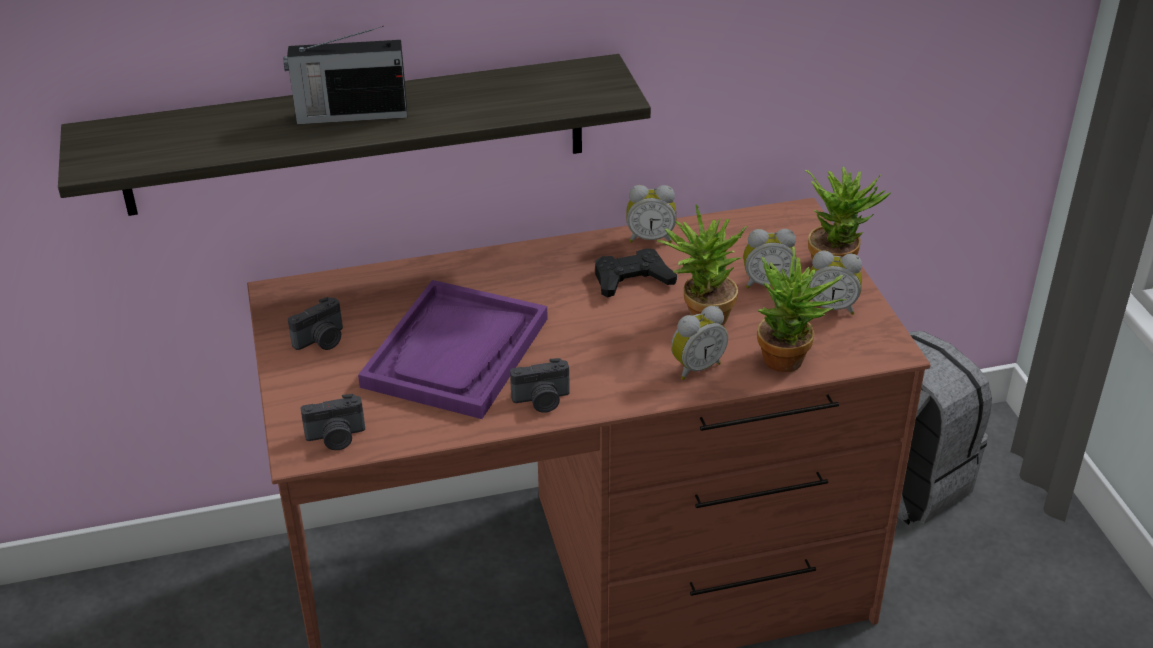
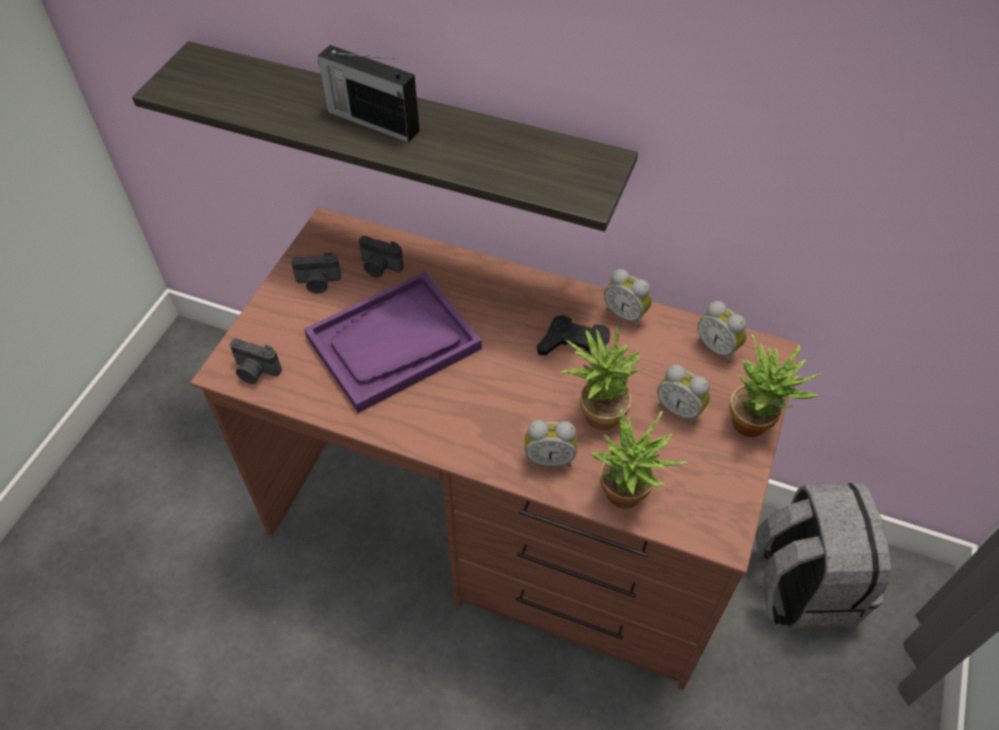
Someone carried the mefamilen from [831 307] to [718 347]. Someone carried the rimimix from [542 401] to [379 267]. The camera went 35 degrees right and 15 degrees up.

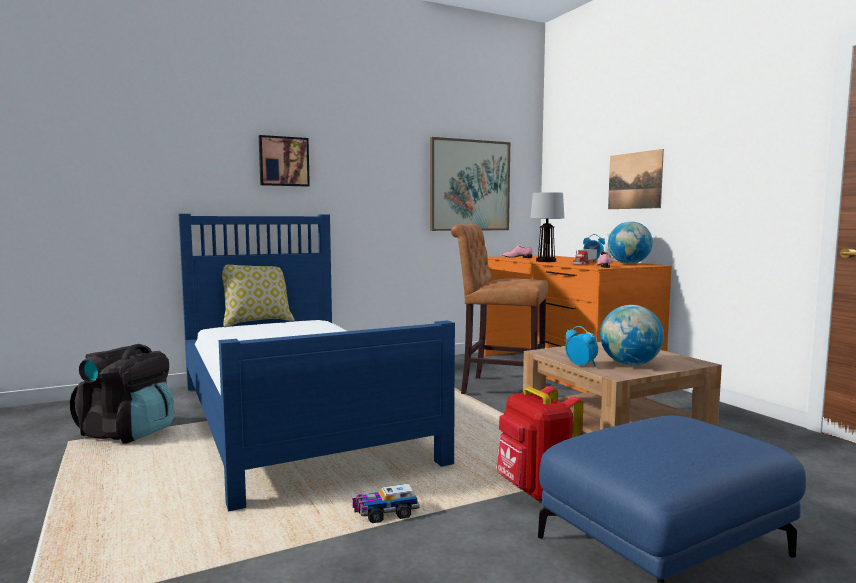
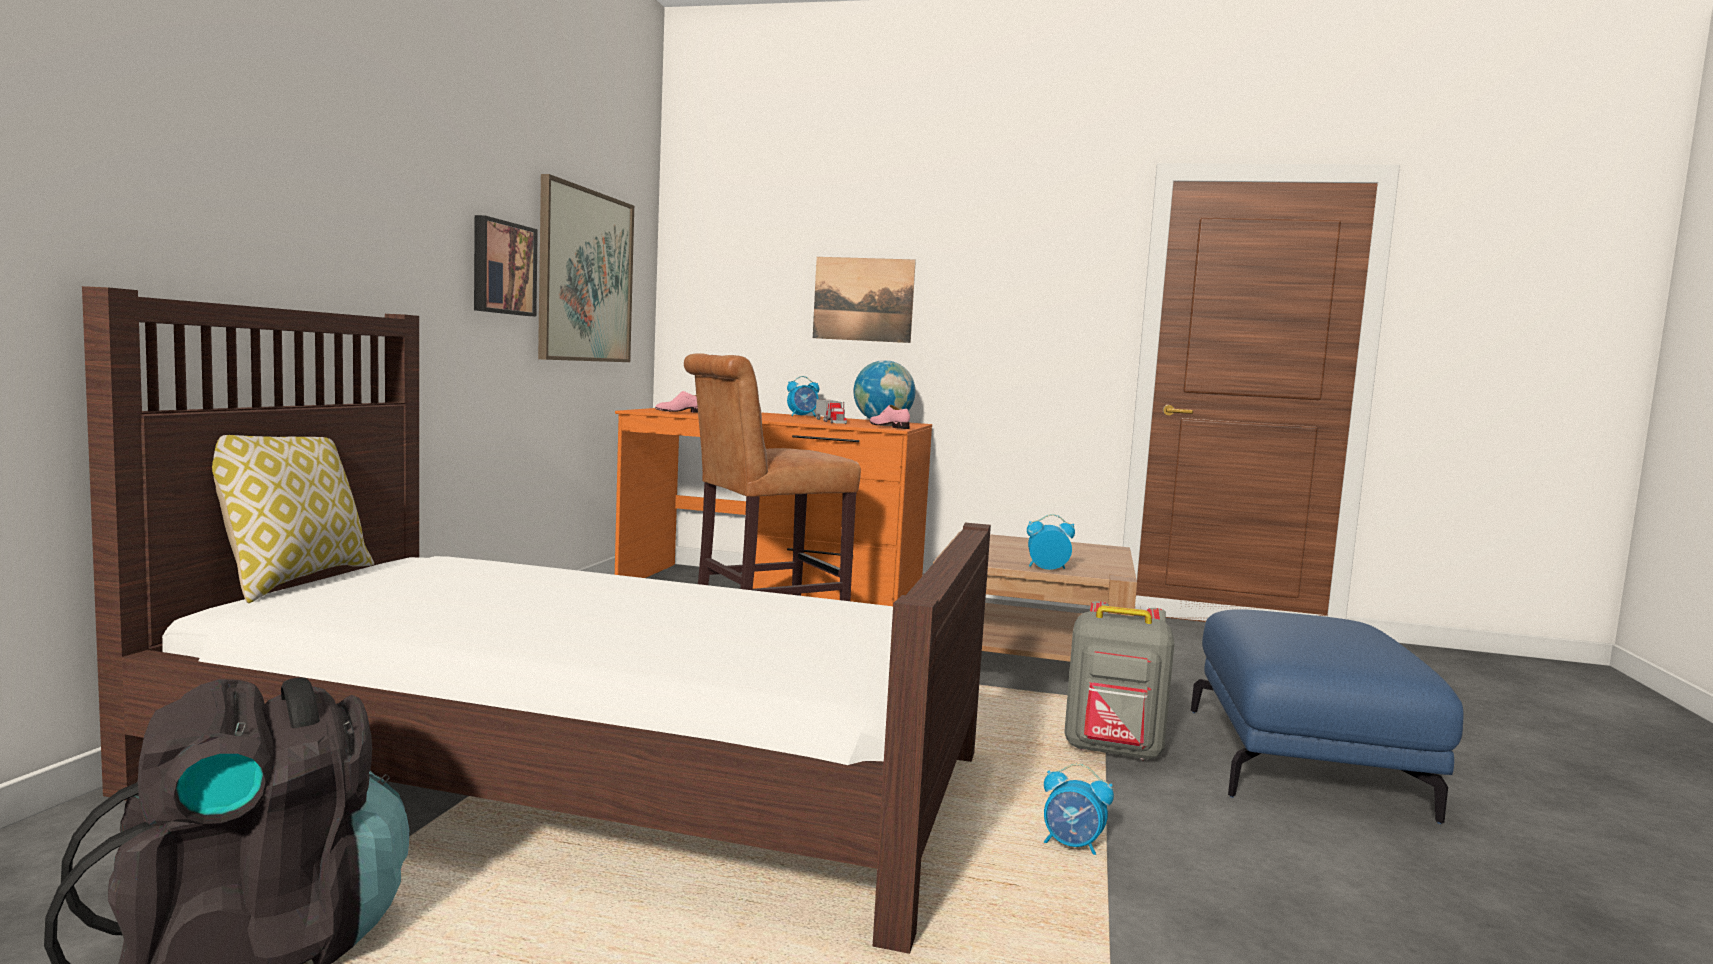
Someone carried the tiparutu from [283 161] to [502 268]. Someone took away the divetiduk at [546 261]. Someone repainted the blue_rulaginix at [295 418], which became the brown_rulaginix at [580 772]. Someone took away the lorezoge at [630 364]. Someone repainted the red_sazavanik at [535 491], which became the grey_sazavanik at [1113 751]. Someone swapped the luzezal at [385 514] for the mefamilen at [1072 846]. The camera went 50 degrees left and 0 degrees up.

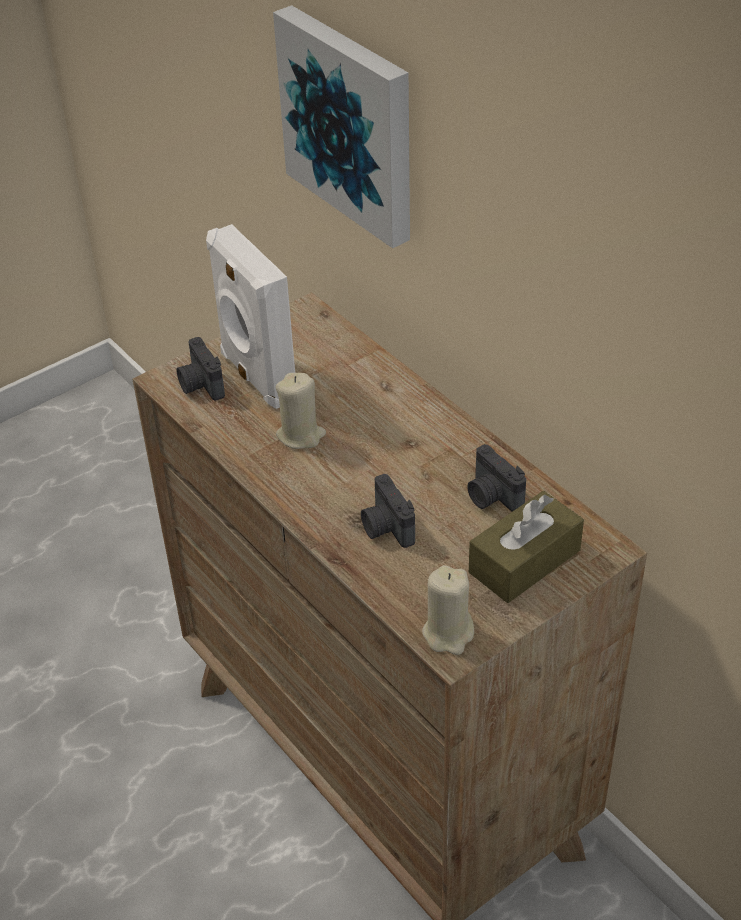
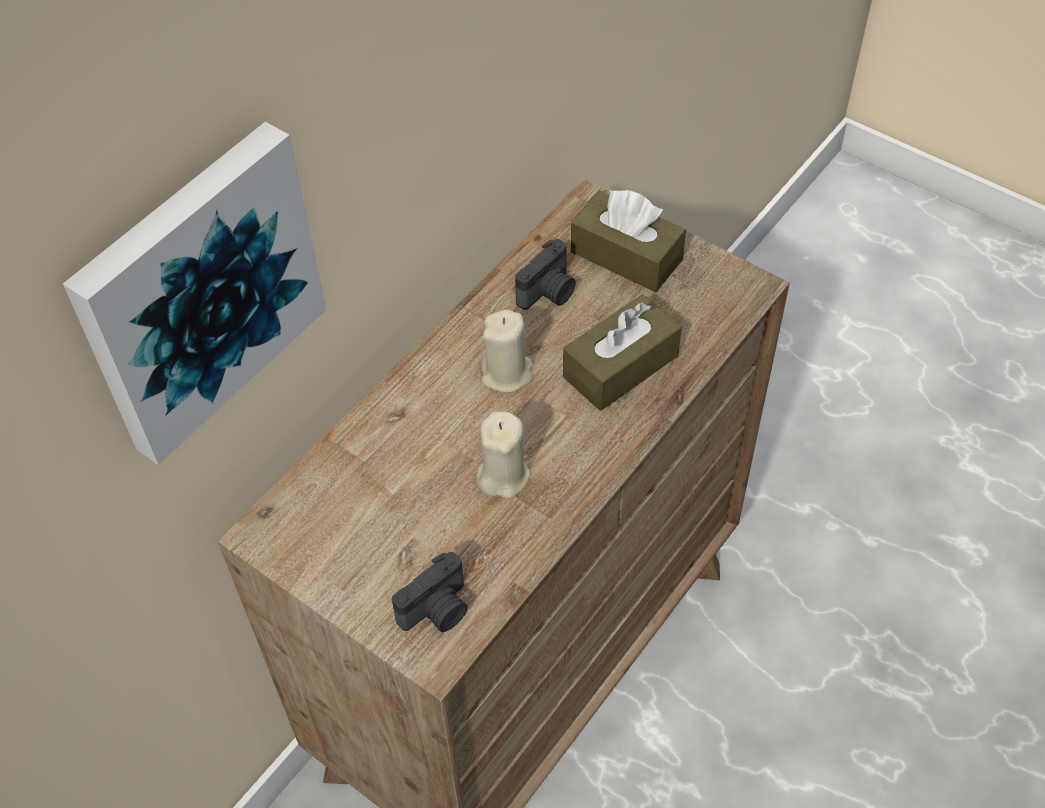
Someone took away the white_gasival at [256 377]. Someone swapped the rimimix at [385 528] for the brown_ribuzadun at [620 366]. Someone carried the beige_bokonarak from [448 633] to [507 373]. The camera went 105 degrees left and 10 degrees up.

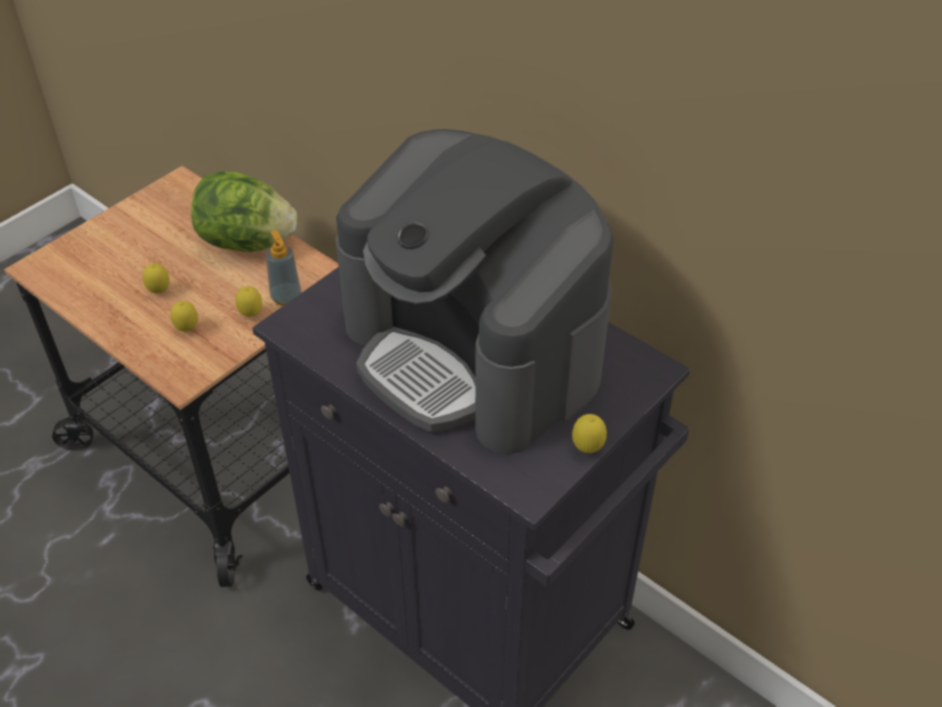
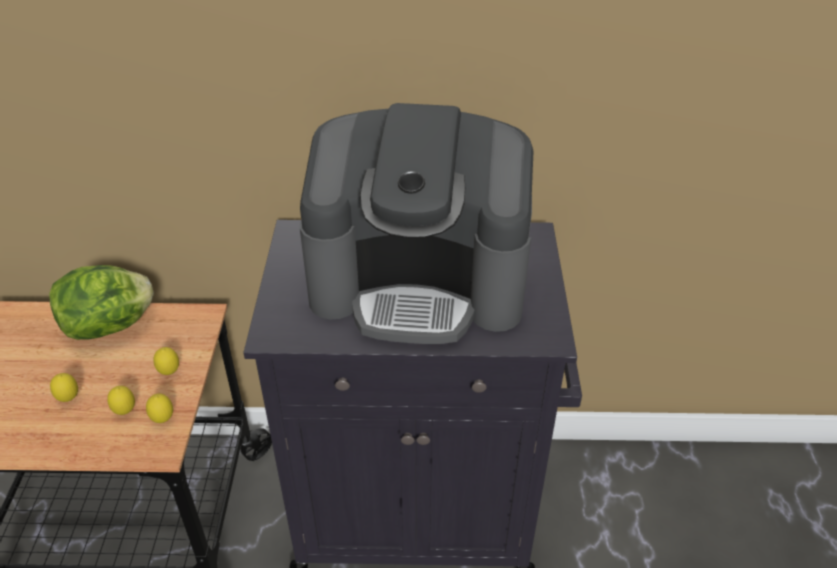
Someone took away the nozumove at [286 297]. Someone carried the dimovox from [587 449] to [163 420]. The camera went 40 degrees left and 5 degrees down.

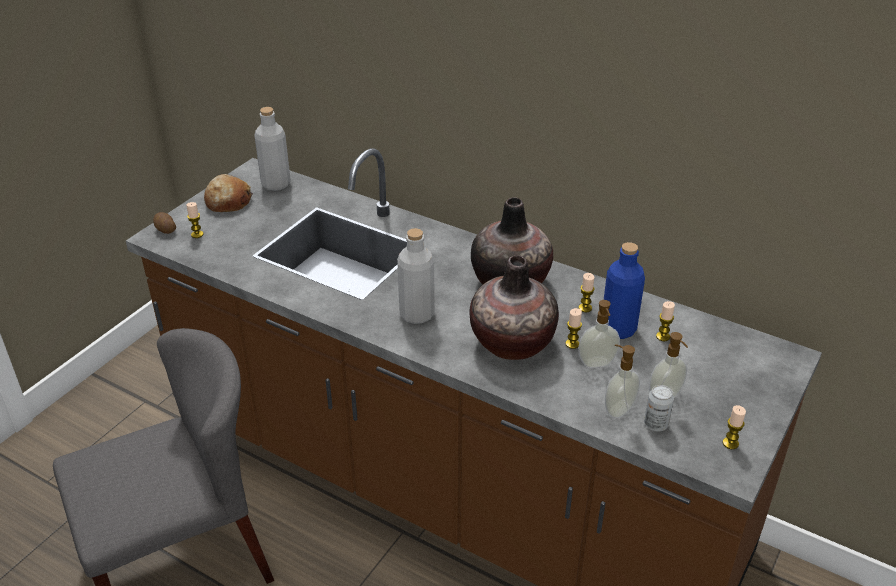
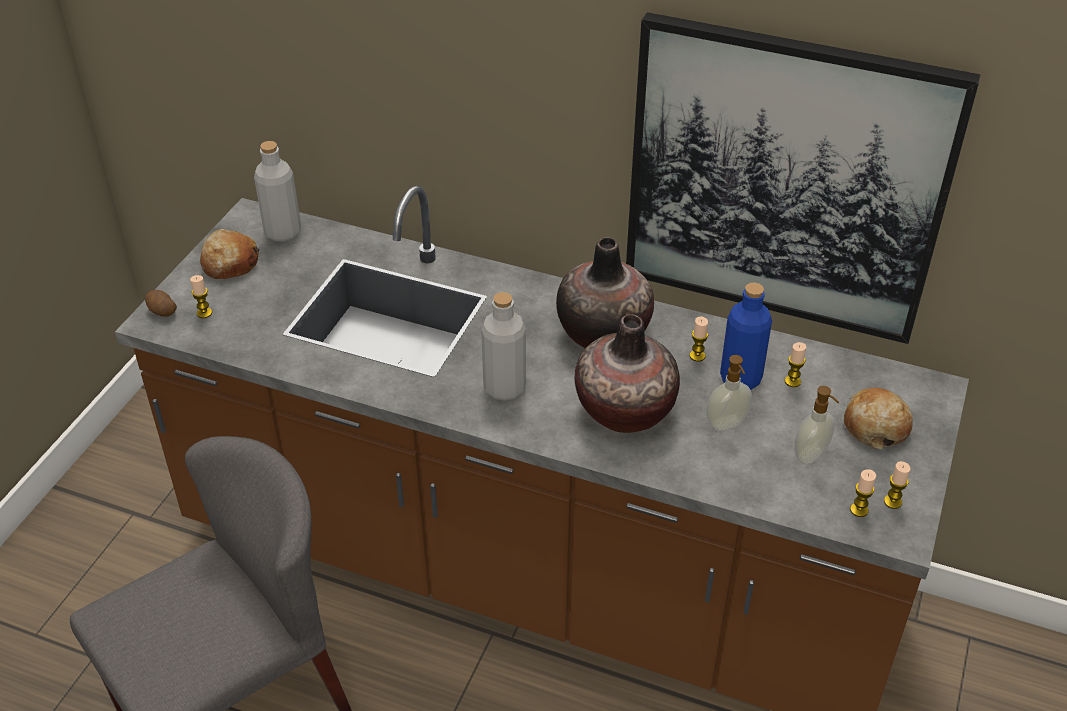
Someone carried the bokonarak from [572 344] to [859 510]. Someone took away the nozumove at [618 409]. Someone took away the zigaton at [656 424]. Someone put up the tiparutu at [785 181]. Someone put down the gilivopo at [875 426]. The camera went 10 degrees left and 5 degrees up.

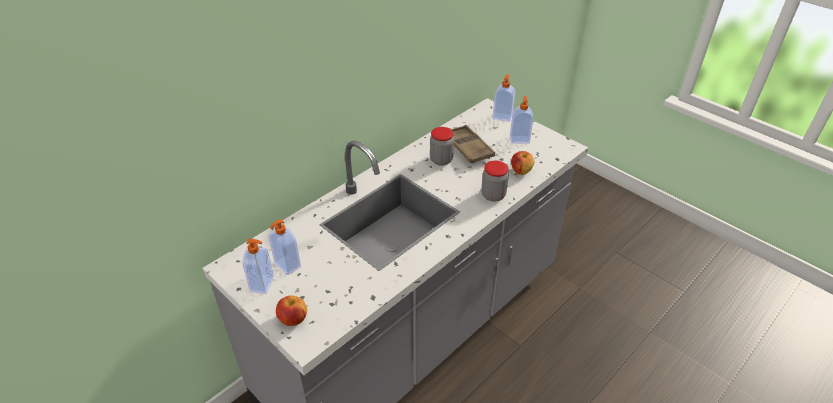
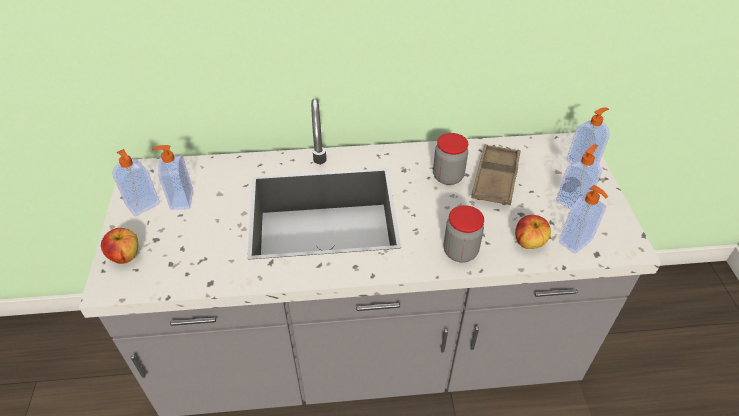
Someone put down the nozumove at [576 242]. The camera went 40 degrees right and 5 degrees up.

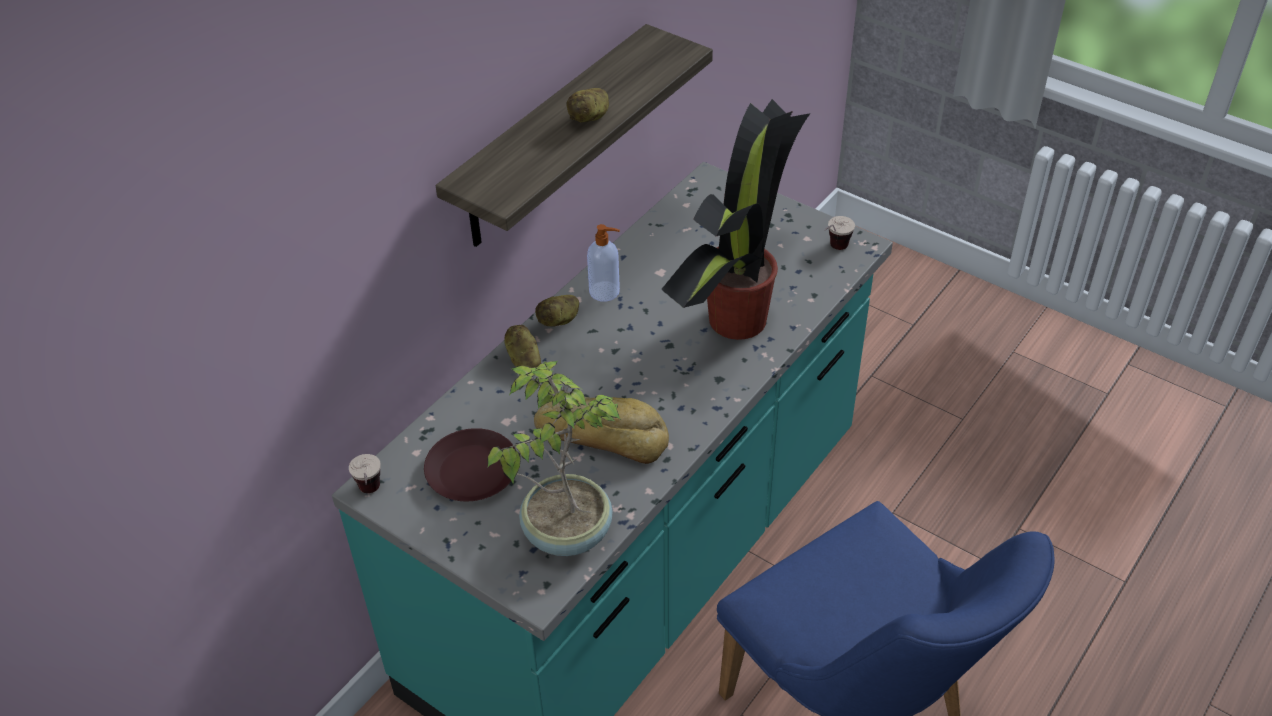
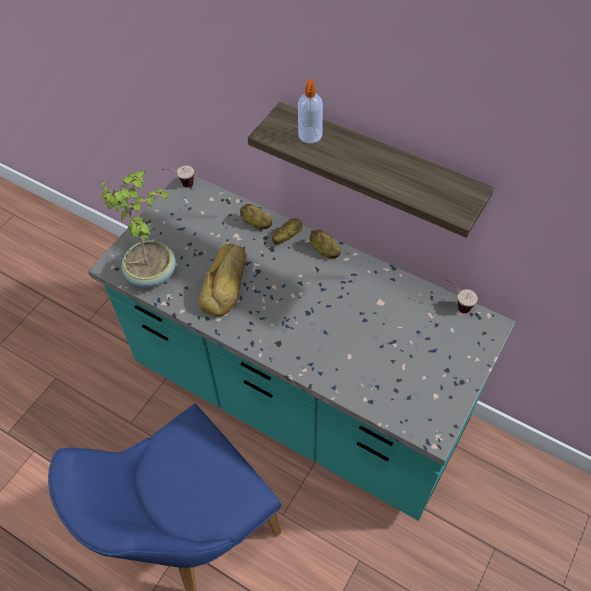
Someone carried the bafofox from [590 117] to [256 223]. Someone took away the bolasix at [736 321]. Someone carried the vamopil from [833 250] to [456 304]. Someone carried the nozumove from [605 291] to [310 136]. Someone took away the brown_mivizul at [471 472]. The camera went 85 degrees right and 10 degrees up.

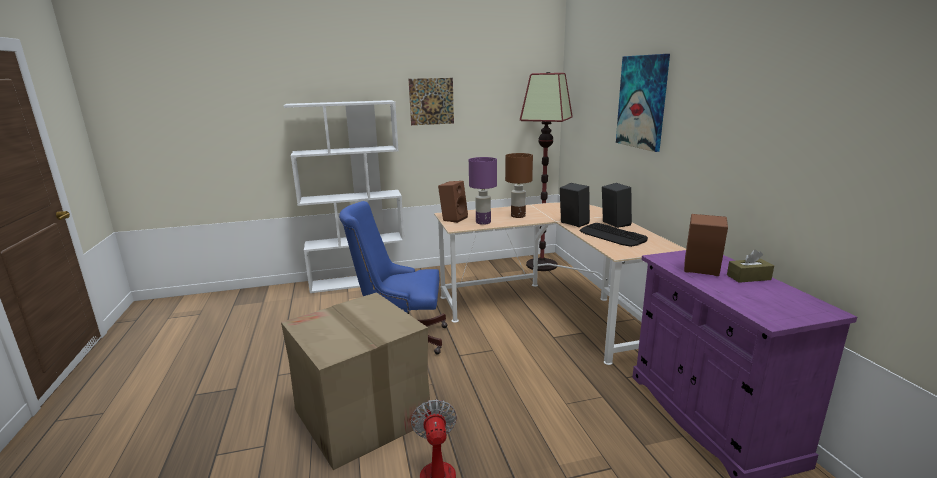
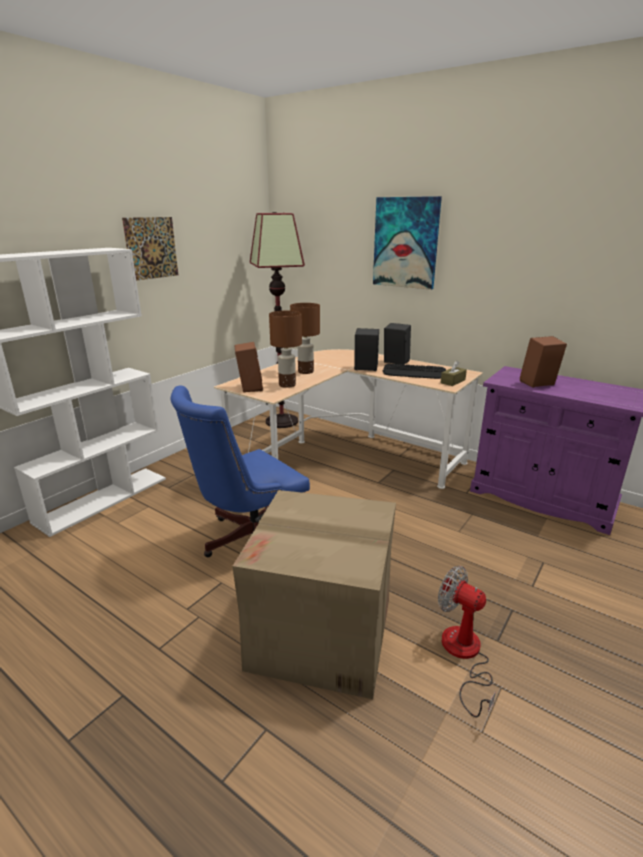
Someone repainted the purple_divetiduk at [482 222], which became the brown_divetiduk at [286 385]. Someone carried the brown_ribuzadun from [748 277] to [453 381]. The camera went 40 degrees left and 5 degrees up.

